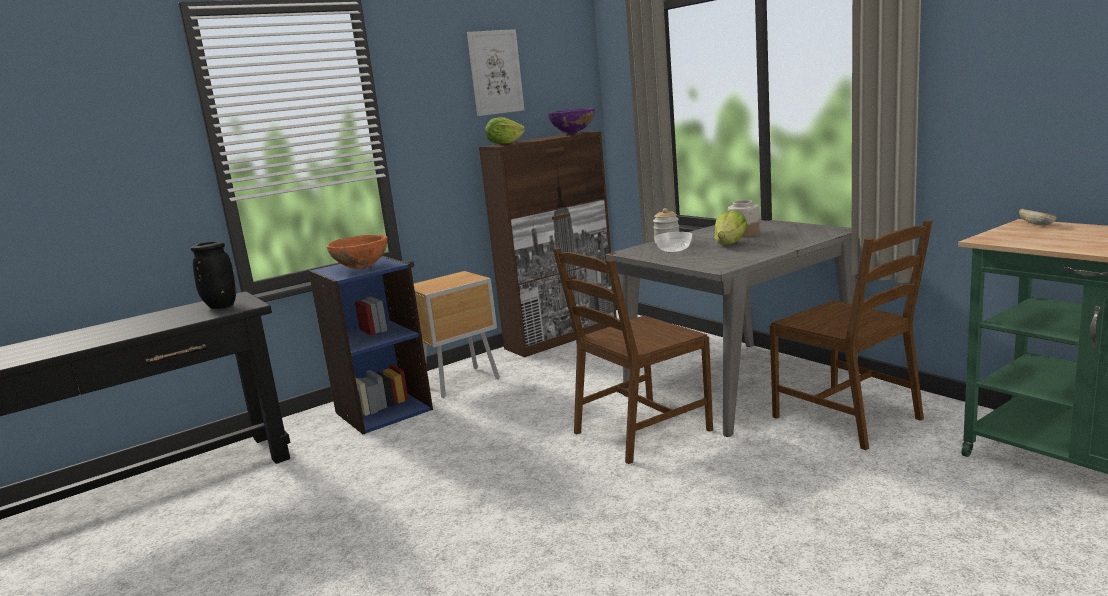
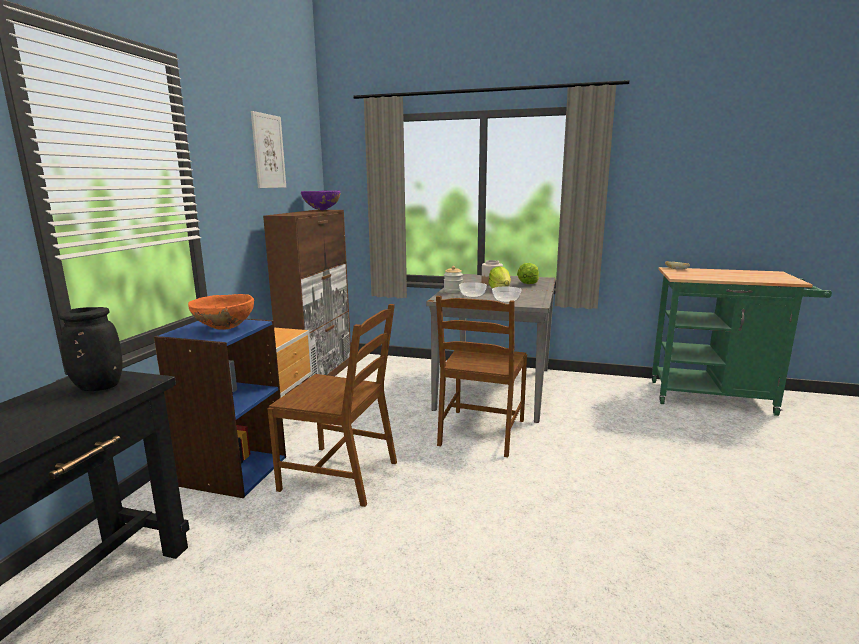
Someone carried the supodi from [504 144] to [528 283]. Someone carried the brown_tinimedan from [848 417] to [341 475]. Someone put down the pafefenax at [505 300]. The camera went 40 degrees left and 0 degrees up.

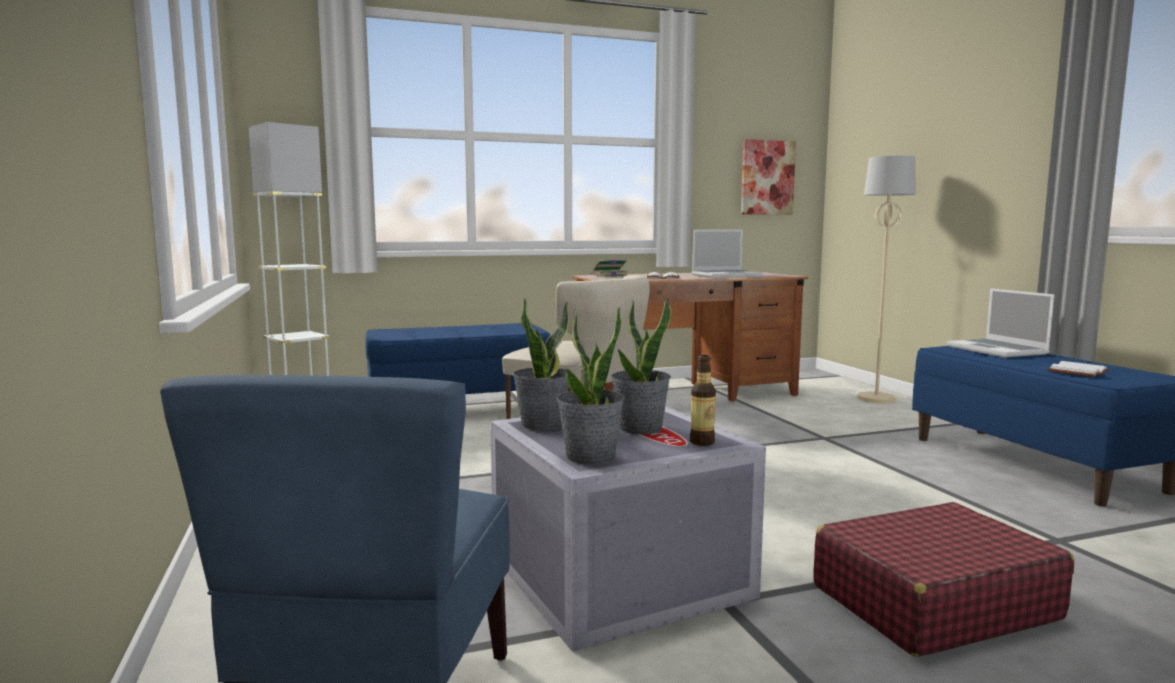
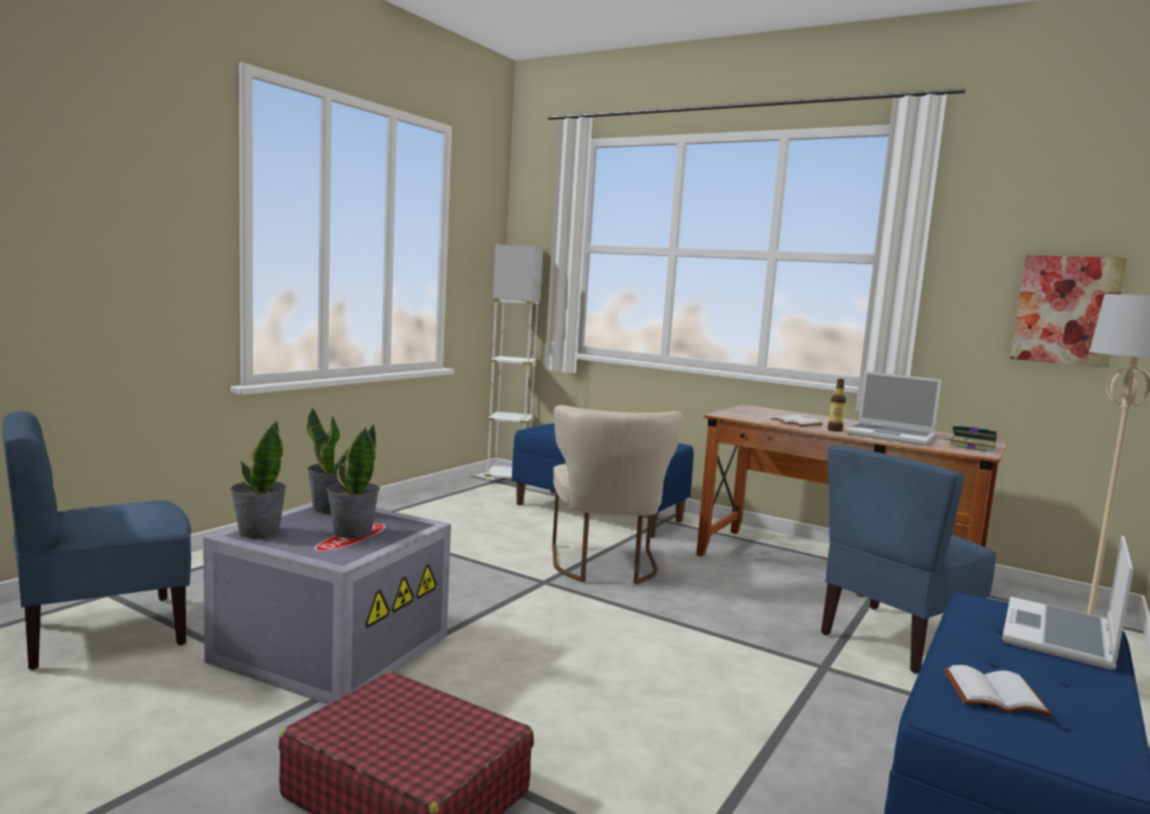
Someone carried the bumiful from [609 275] to [971 446]. Someone carried the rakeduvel from [702 442] to [835 430]. Someone put down the blue_tinimedan at [895 639]. The camera went 50 degrees right and 0 degrees up.

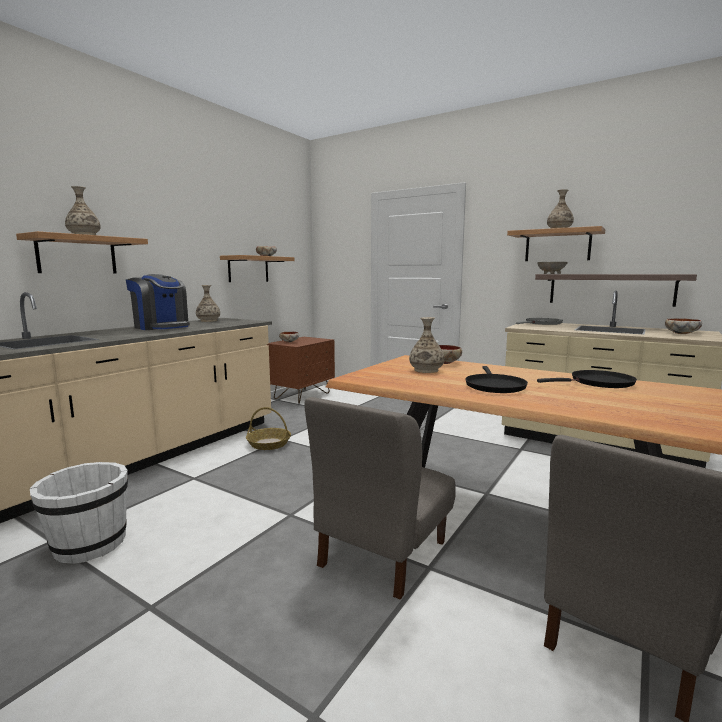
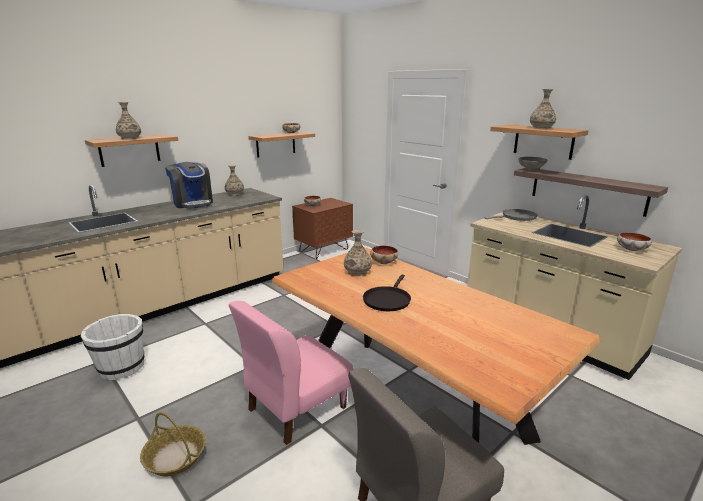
Someone took away the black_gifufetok at [598 383]. Someone repainted the grey_tinimedan at [382 553], which became the pink_tinimedan at [296 408]. Someone carried the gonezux from [268 444] to [175 457]. The camera went 15 degrees right and 10 degrees up.

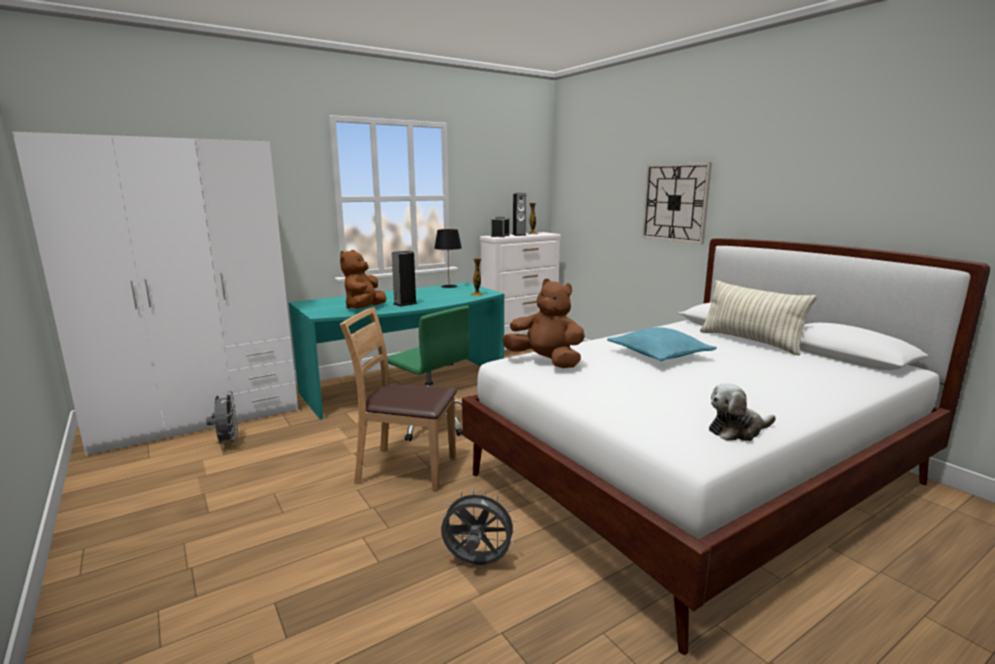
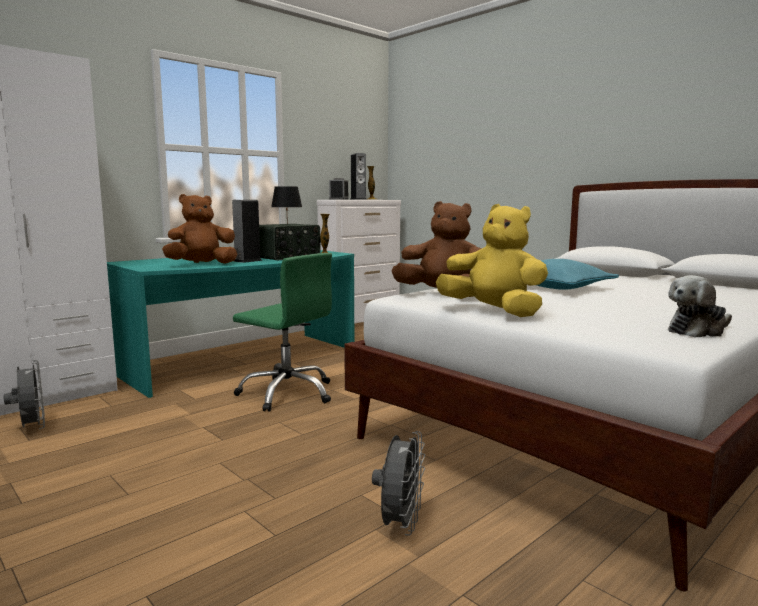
Someone took away the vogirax at [675 202]. Someone rotated the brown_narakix at [364 309] by 60 degrees clockwise. Someone took away the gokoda at [750 341]. Someone took away the brown_tinimedan at [406 469]. Someone rotated the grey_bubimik at [477 563] by 105 degrees clockwise. Someone put down the yellow_narakix at [493 312]. Someone put down the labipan at [287 257]. The camera went 10 degrees left and 5 degrees down.

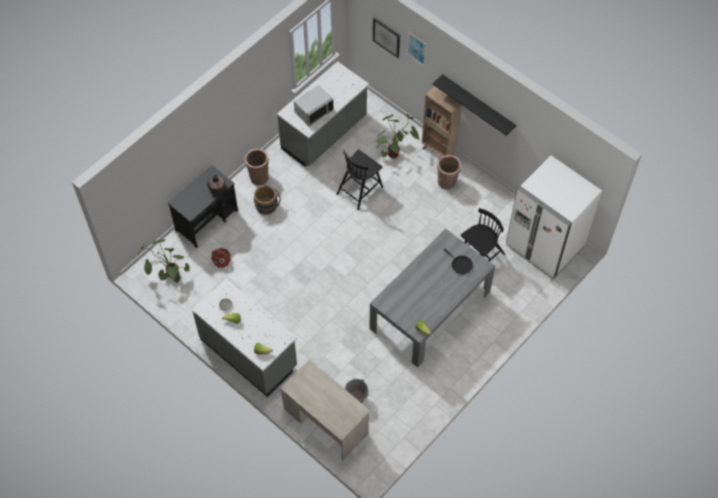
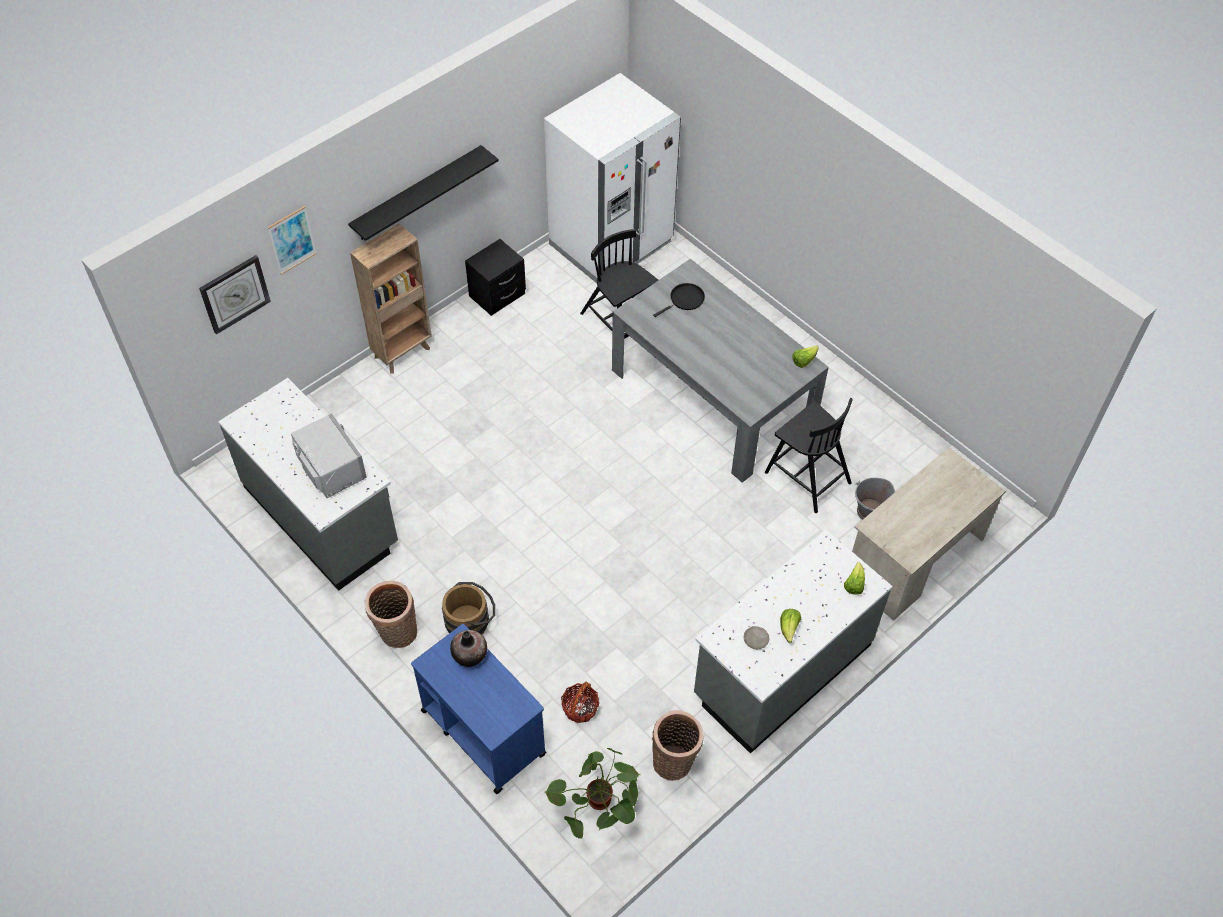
Someone took away the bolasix at [394 150]. Someone carried the black_tinimedan from [360 189] to [806 476]. Someone carried the gonezux from [447 183] to [675 761]. Someone repainted the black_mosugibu at [207 220], which became the blue_mosugibu at [482 731]. Someone put down the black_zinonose at [498 296]. The camera went 85 degrees left and 5 degrees down.

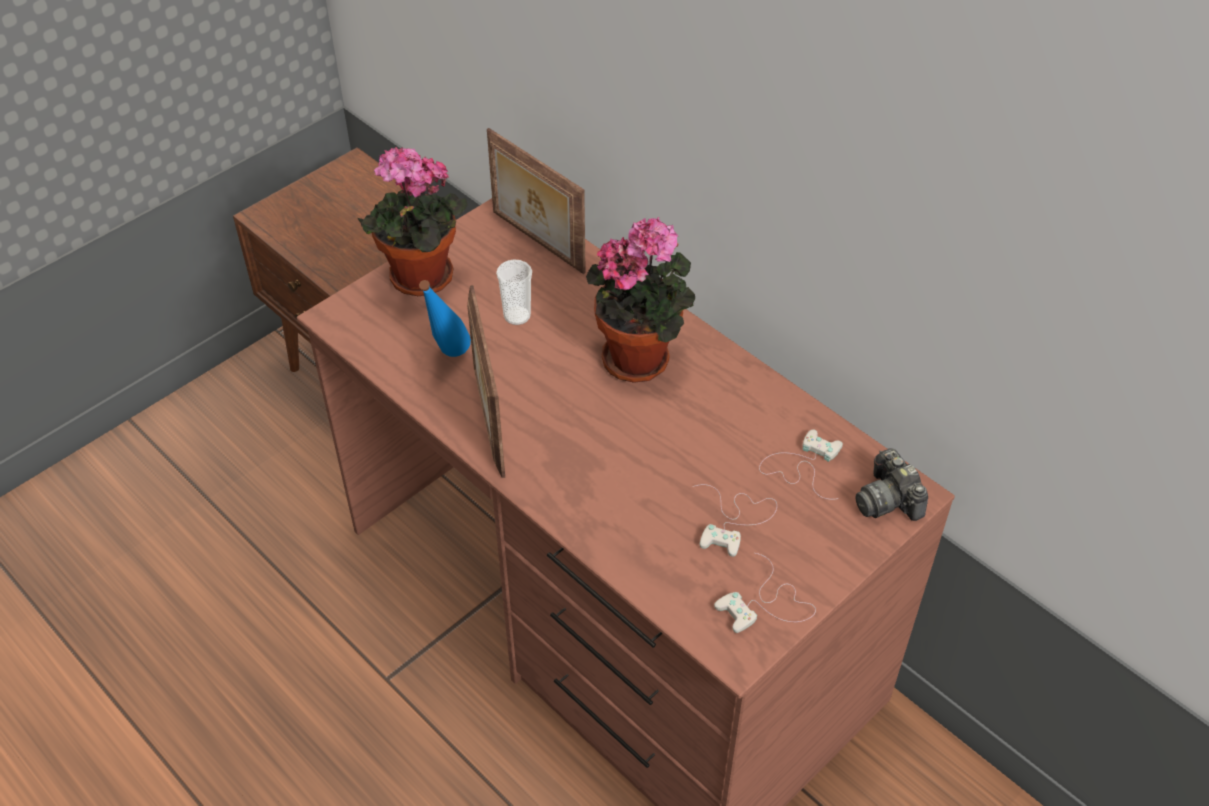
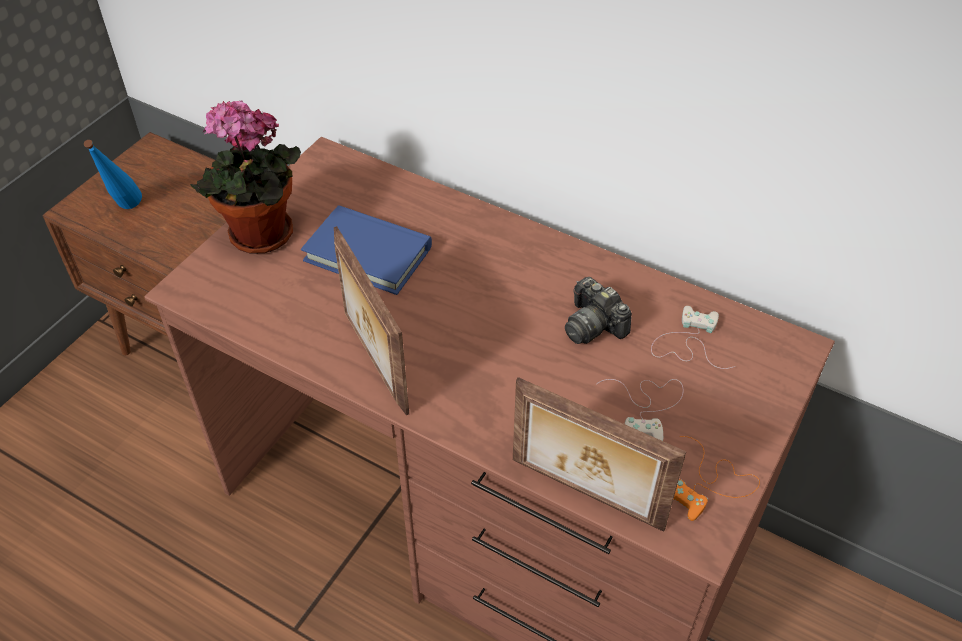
Someone carried the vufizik from [536 243] to [585 496]. Someone took away the bolasix at [641 357]. Someone swapped the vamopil at [517 316] for the blue_bumiful at [368 254]. Someone carried the blue_rakeduvel from [448 359] to [126 211]. Someone carried the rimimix from [888 500] to [593 325]. Someone repainted the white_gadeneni at [766 604], which became the orange_gadeneni at [709 484]. The camera went 15 degrees left and 0 degrees up.

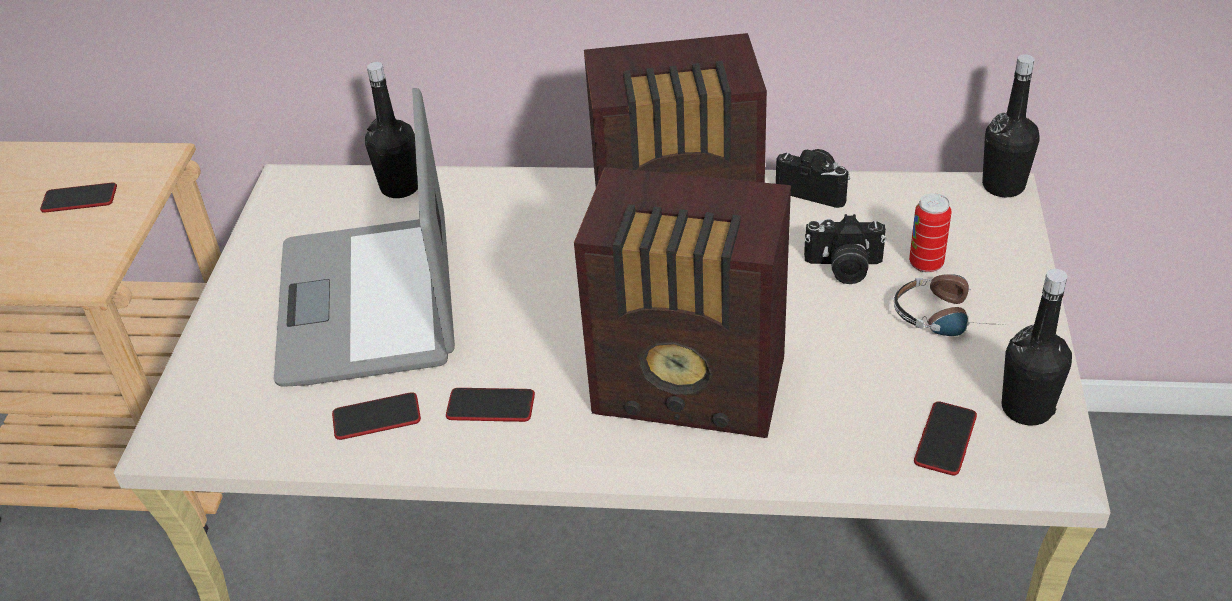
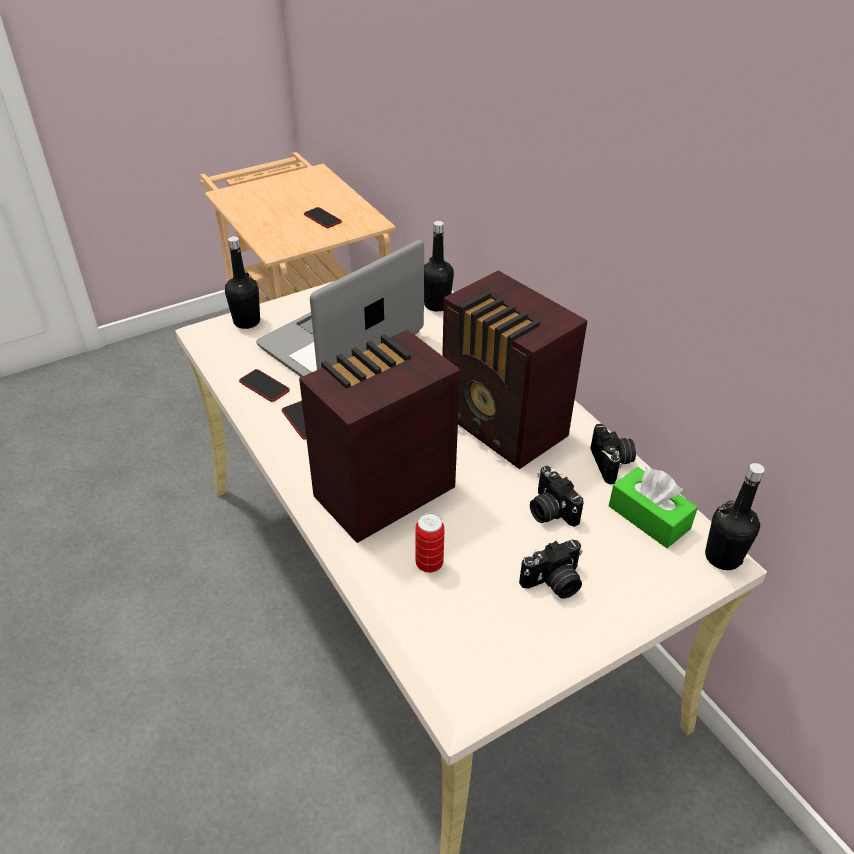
Someone rotated the labipan at [692 390] by 75 degrees clockwise. Someone carried the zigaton from [926 264] to [429 564]. Someone carried the black_rakeduvel from [1027 408] to [247 322]. Someone swapped the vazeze at [947 316] for the rimimix at [553 583]. Someone took away the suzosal at [945 439]. Someone put down the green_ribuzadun at [649 517]. The camera went 50 degrees right and 0 degrees up.

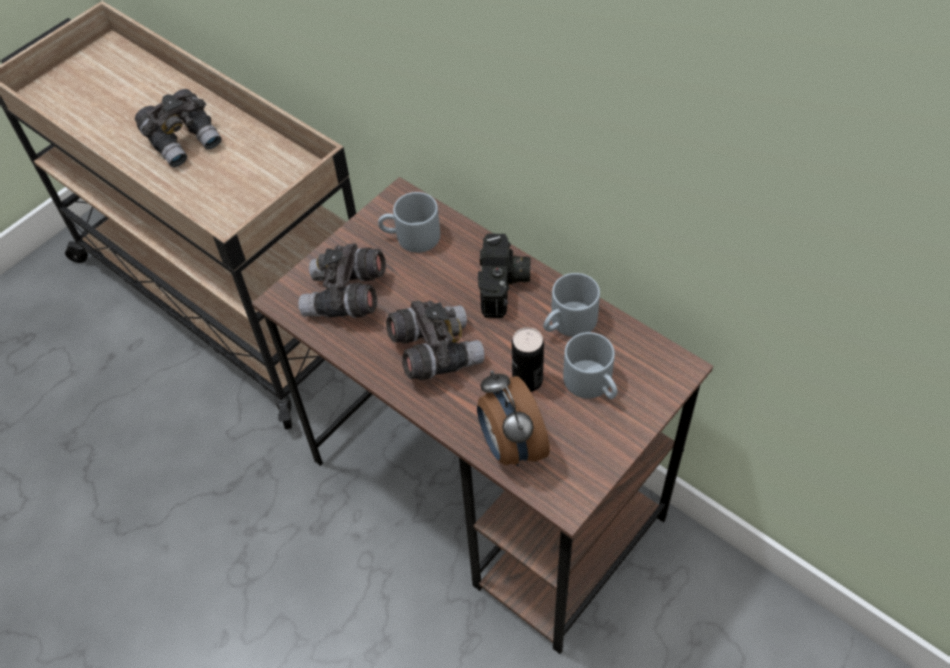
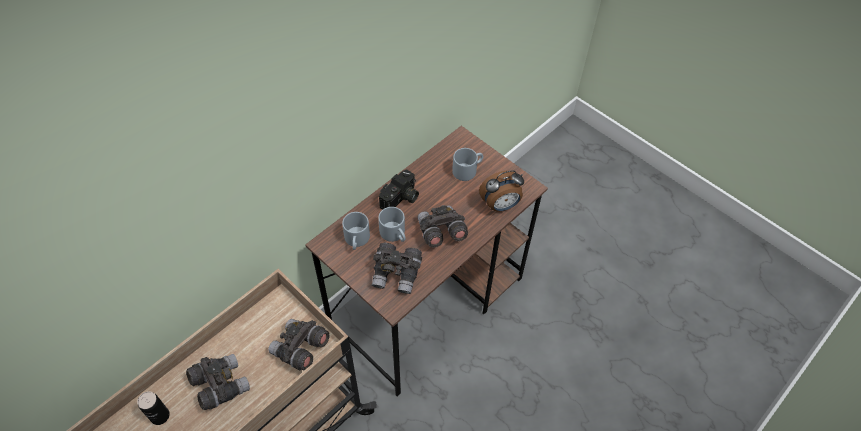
Someone rotated the rimimix at [504 286] by 120 degrees clockwise. Someone carried the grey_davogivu from [568 324] to [395 234]. Someone carried the zigaton from [527 380] to [160 416]. Someone put down the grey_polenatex at [300 349]. The camera went 90 degrees left and 0 degrees up.

